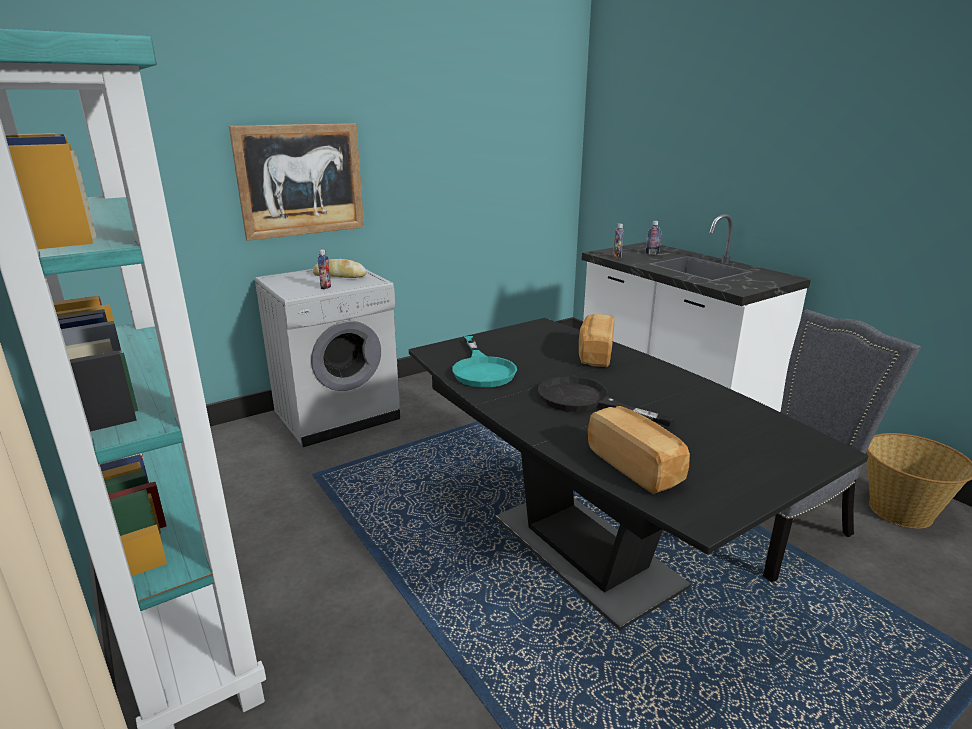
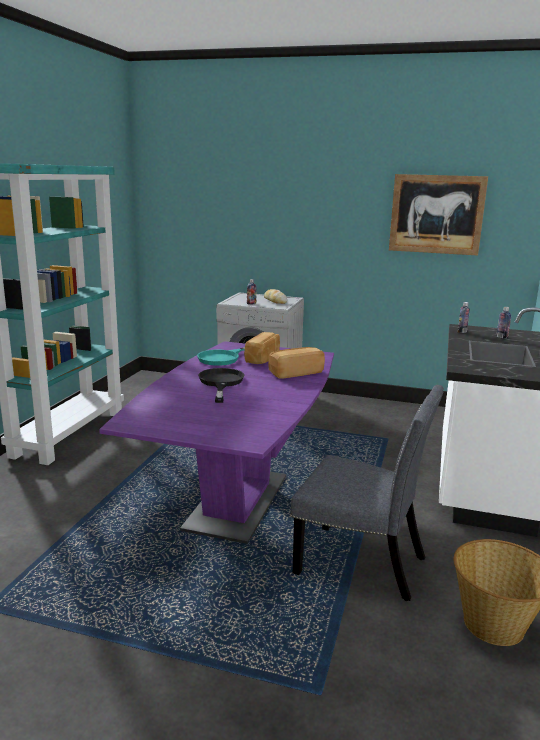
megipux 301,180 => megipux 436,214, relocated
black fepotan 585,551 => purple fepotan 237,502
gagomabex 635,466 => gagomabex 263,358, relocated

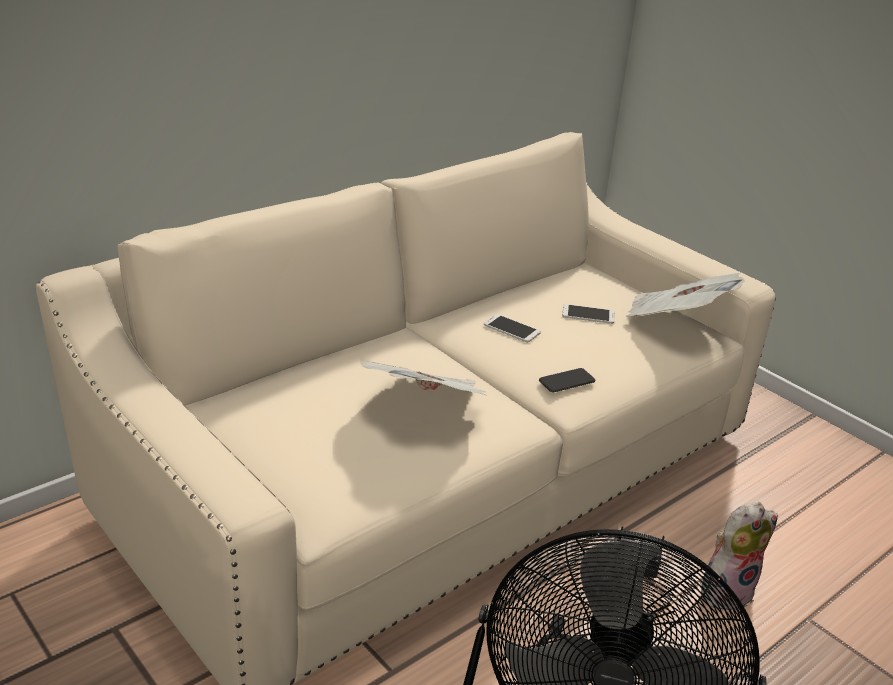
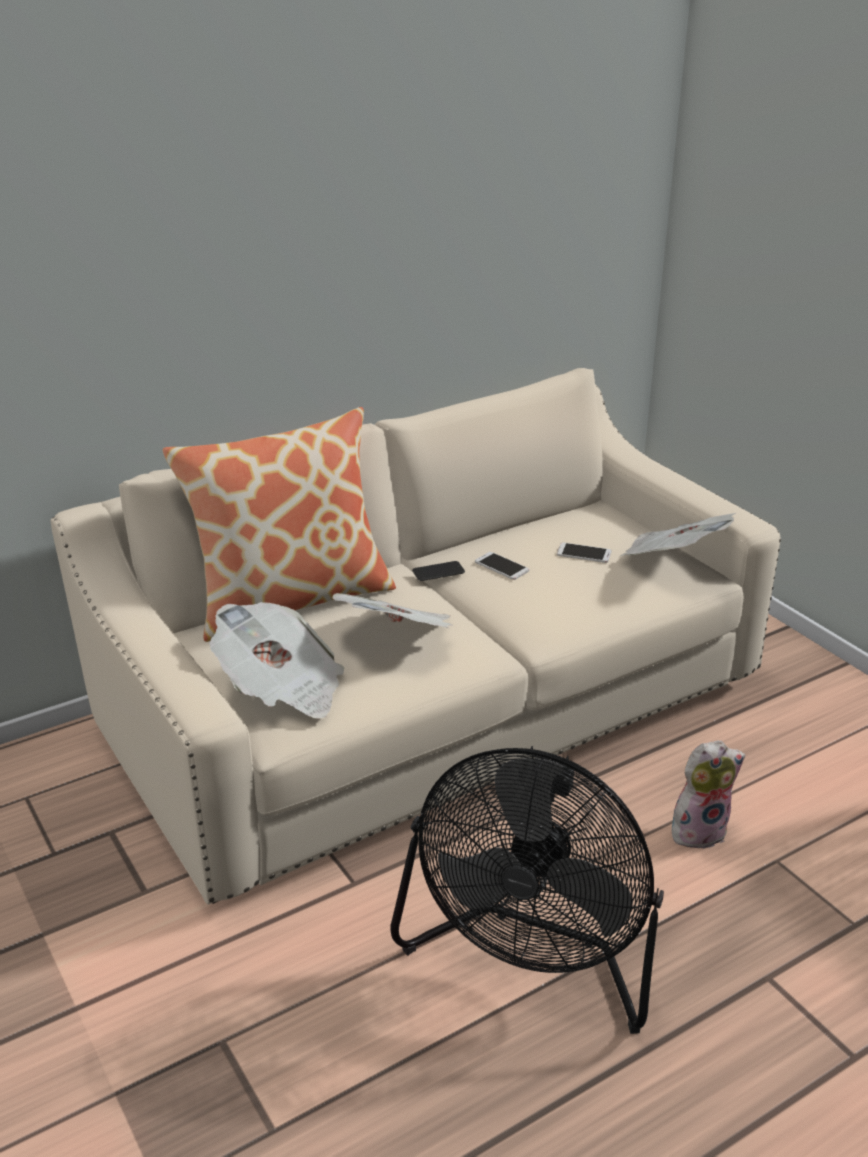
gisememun 567,381 => gisememun 438,572, relocated
nothing => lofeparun 290,599
nothing => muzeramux 282,688

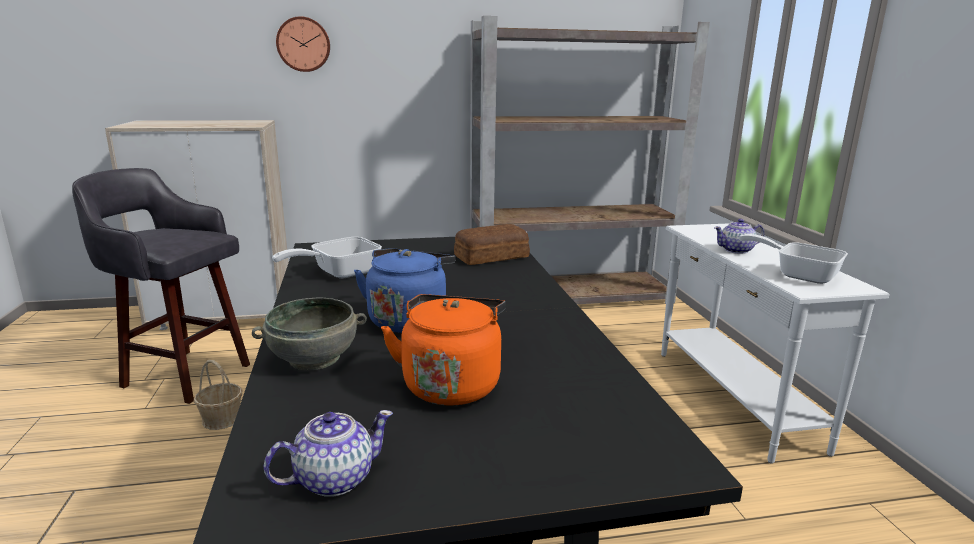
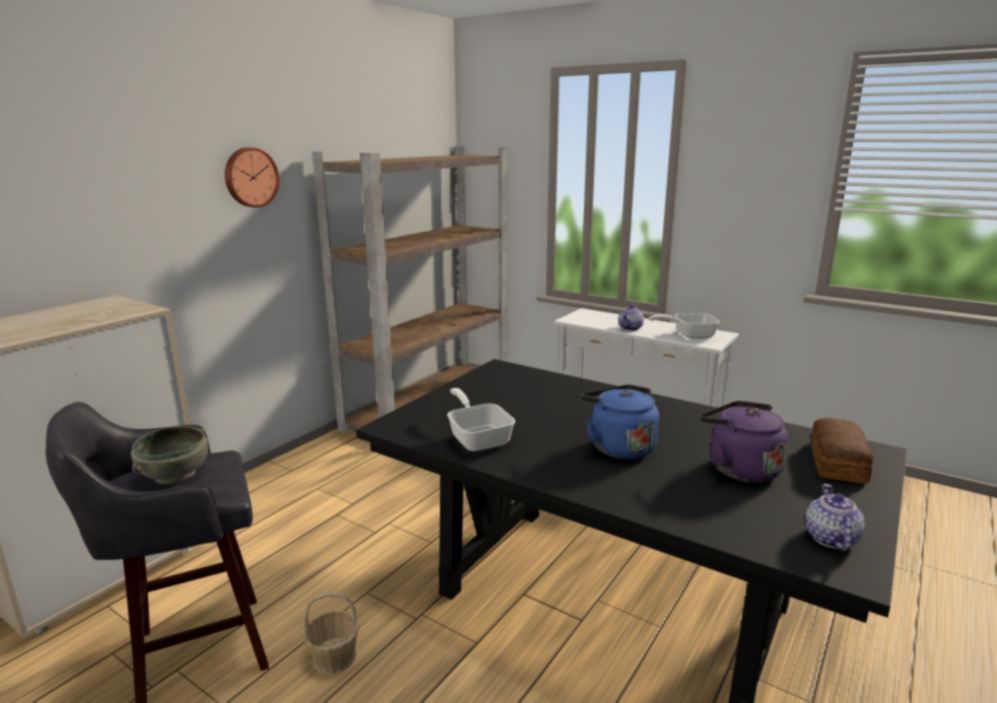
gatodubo 303,44 => gatodubo 250,177, relocated
gagomabex 490,256 => gagomabex 836,462, relocated
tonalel 339,273 => tonalel 478,437, 150 degrees clockwise
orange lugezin 451,383 => purple lugezin 739,468
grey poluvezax 314,358 => grey poluvezax 174,474, relocated

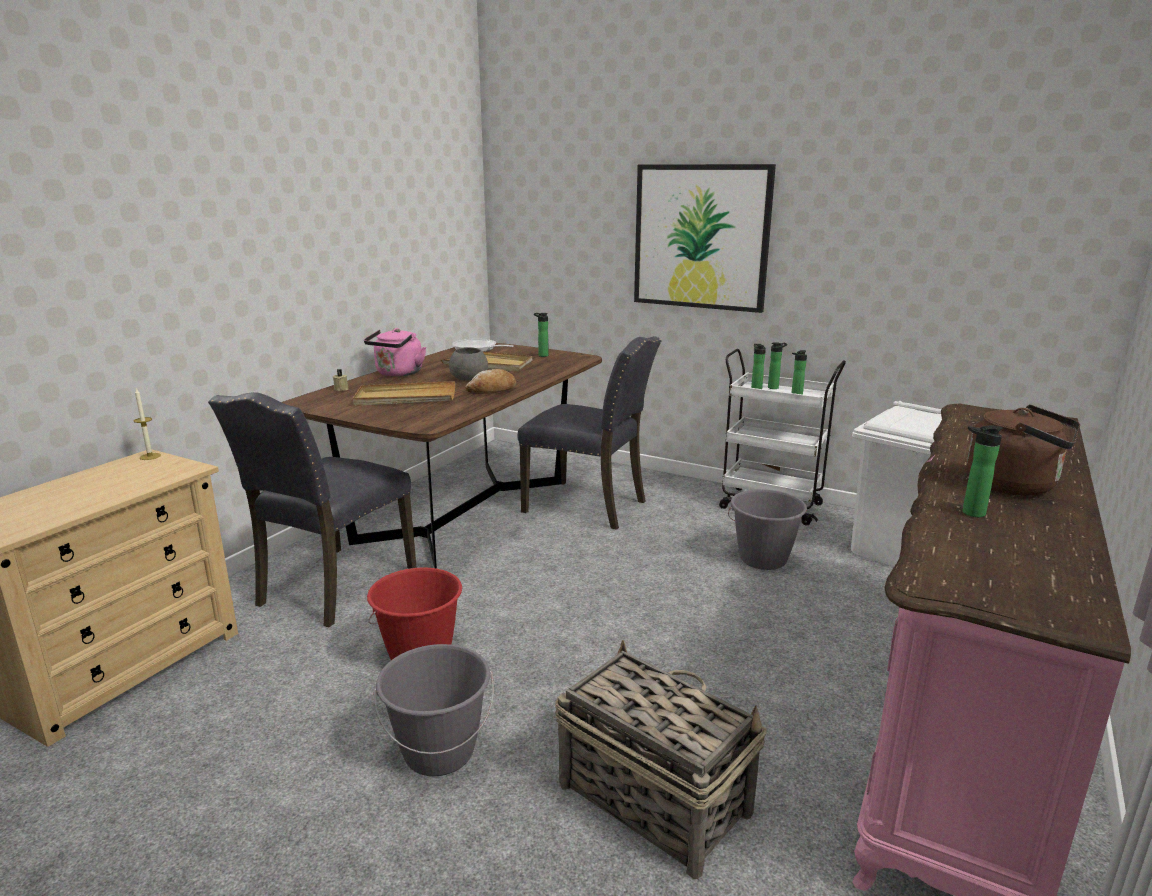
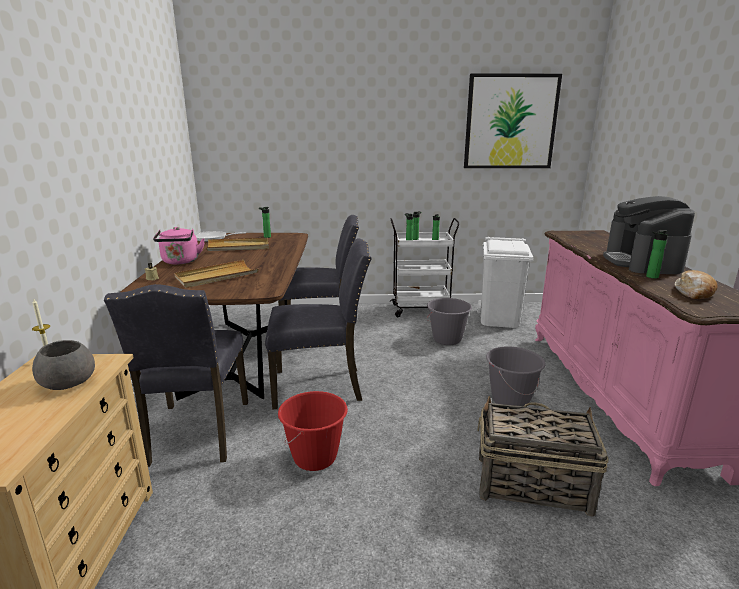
megipux 701,237 => megipux 510,122, relocated
grey poluvezax 468,378 => grey poluvezax 67,382, relocated
gagomabex 492,390 => gagomabex 694,292, relocated
brown lugezin 1016,486 => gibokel 642,262
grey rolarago 439,752 => grey rolarago 510,400, relocated
nothing => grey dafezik 320,386

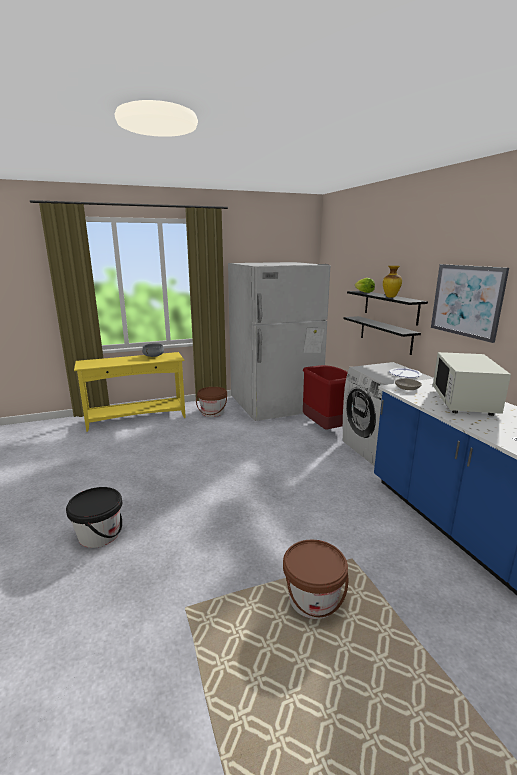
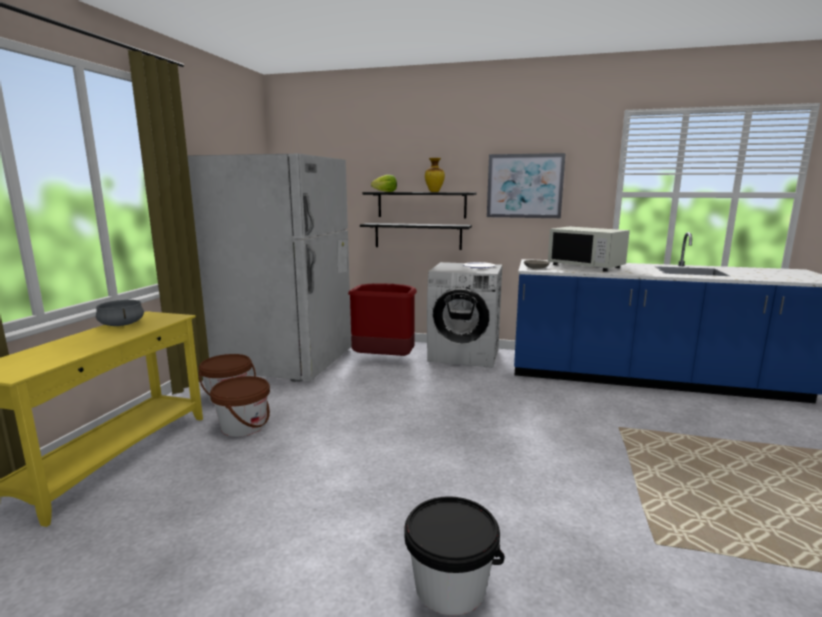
brown rolarago 313,599 => brown rolarago 244,426, relocated

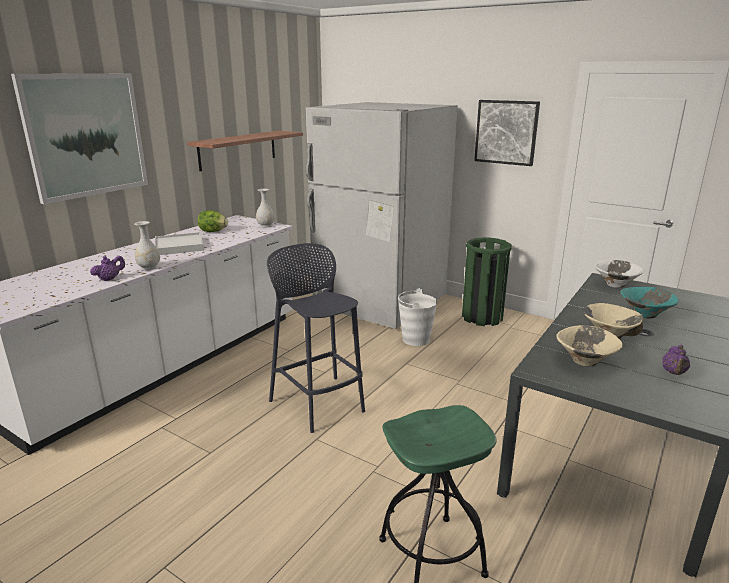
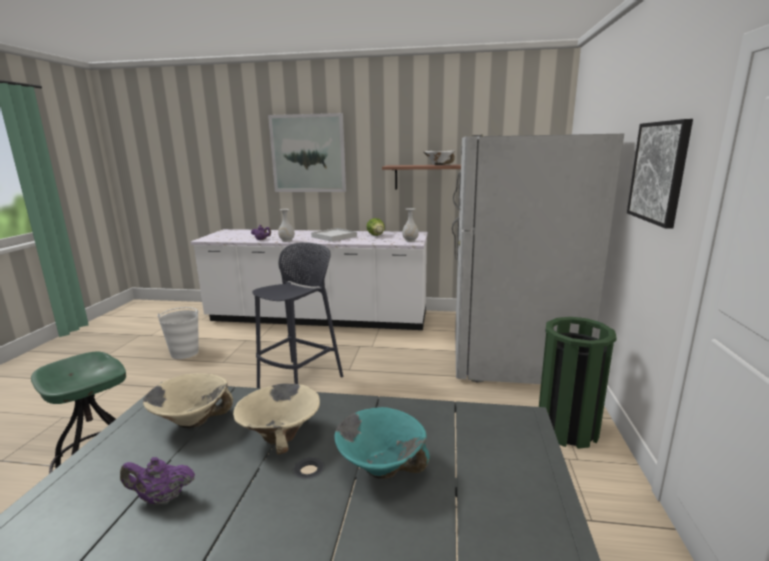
white poluvezax 615,285 => white poluvezax 438,165, relocated
white rolarago 415,339 => white rolarago 185,353, relocated

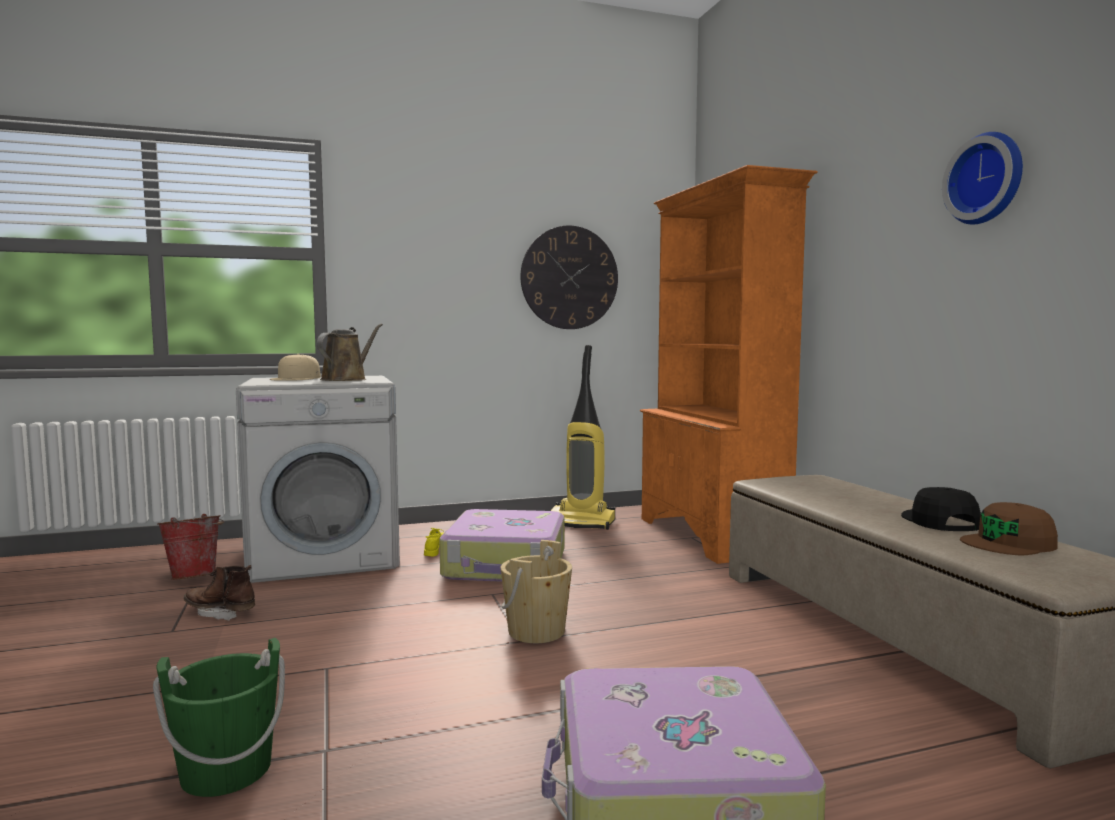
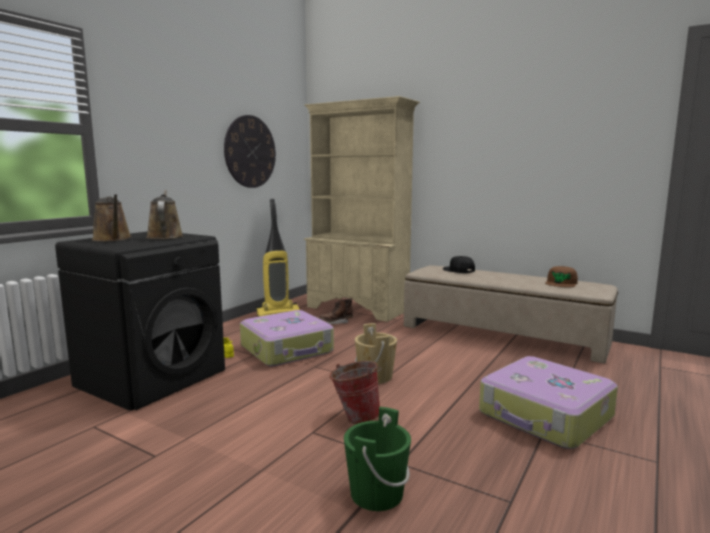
gatodubo 987,179 => nothing
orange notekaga 712,535 => beige notekaga 358,308
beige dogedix 296,378 => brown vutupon 113,239
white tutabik 326,557 => black tutabik 155,377
black dogedix 939,521 => black dogedix 458,270, relocated
rolarago 195,576 => rolarago 355,417, relocated
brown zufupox 220,613 => brown zufupox 336,322, relocated

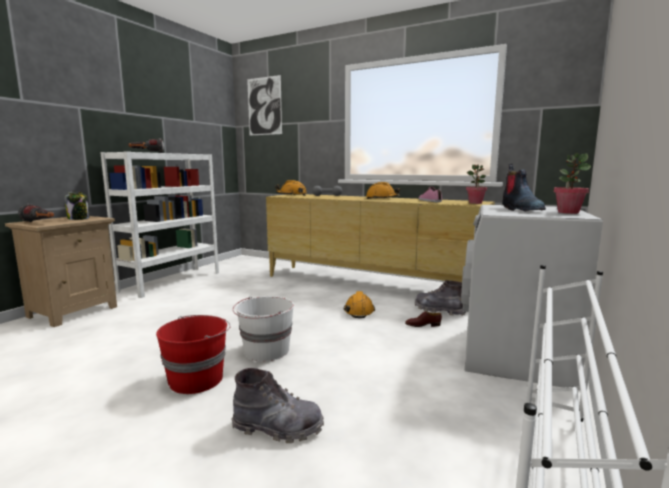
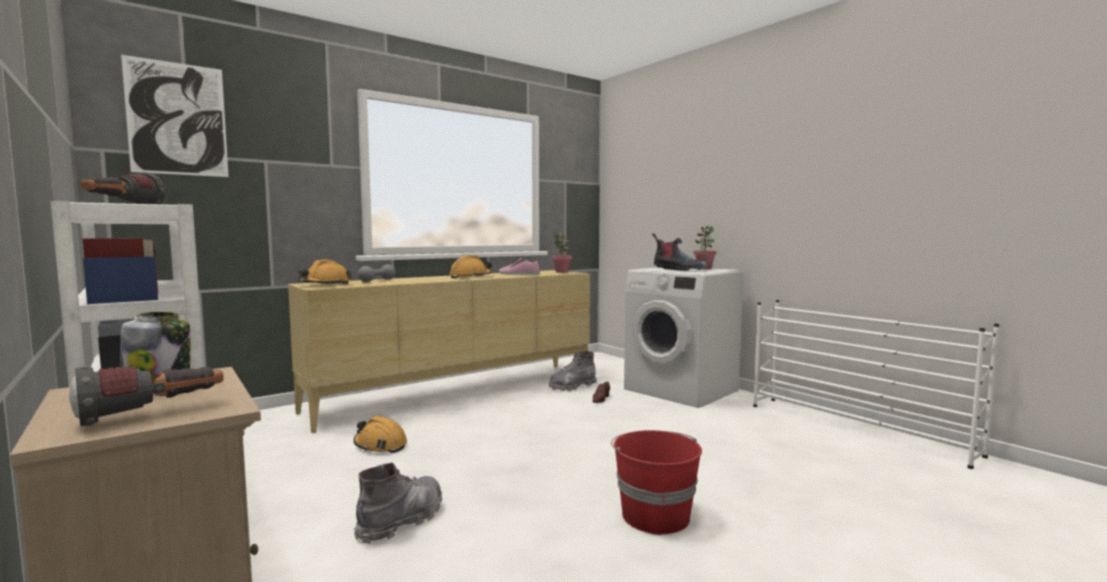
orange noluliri 359,311 => orange noluliri 380,445, relocated
white rolarago 265,351 => nothing
grey zufupox 278,428 => grey zufupox 402,520, relocated

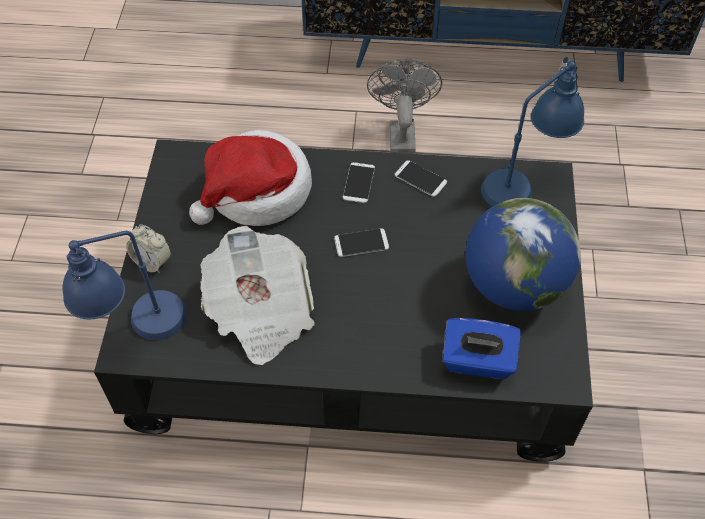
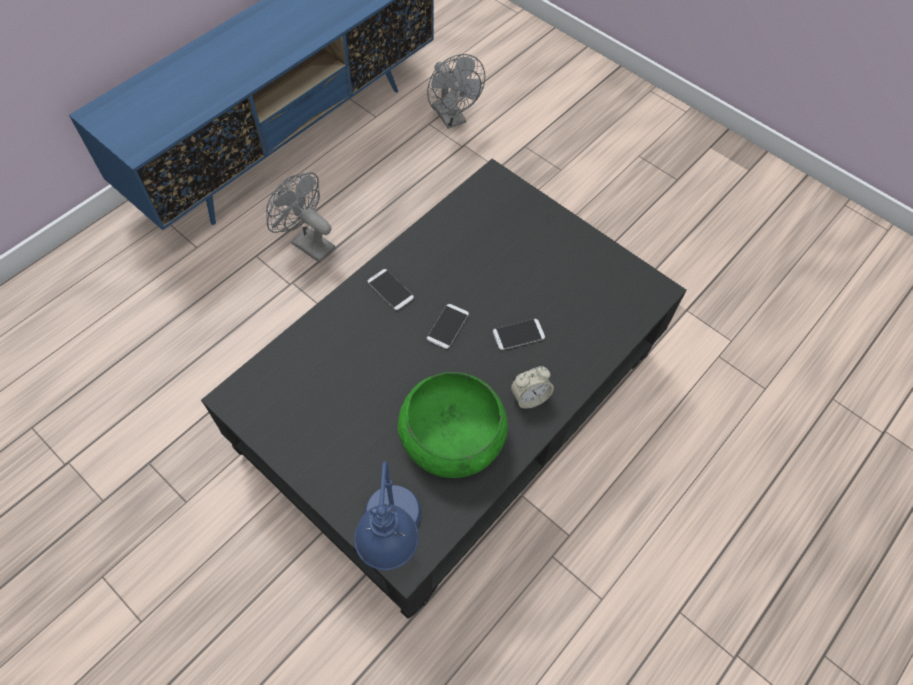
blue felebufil 524,181 => nothing
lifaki 256,192 => nothing
gisememun 420,179 => gisememun 518,334, relocated
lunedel 514,285 => nothing
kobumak 152,262 => kobumak 529,397, relocated
muzeramux 260,312 => green poluvezax 452,435
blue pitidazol 477,361 => nothing
nothing => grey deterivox 452,118

